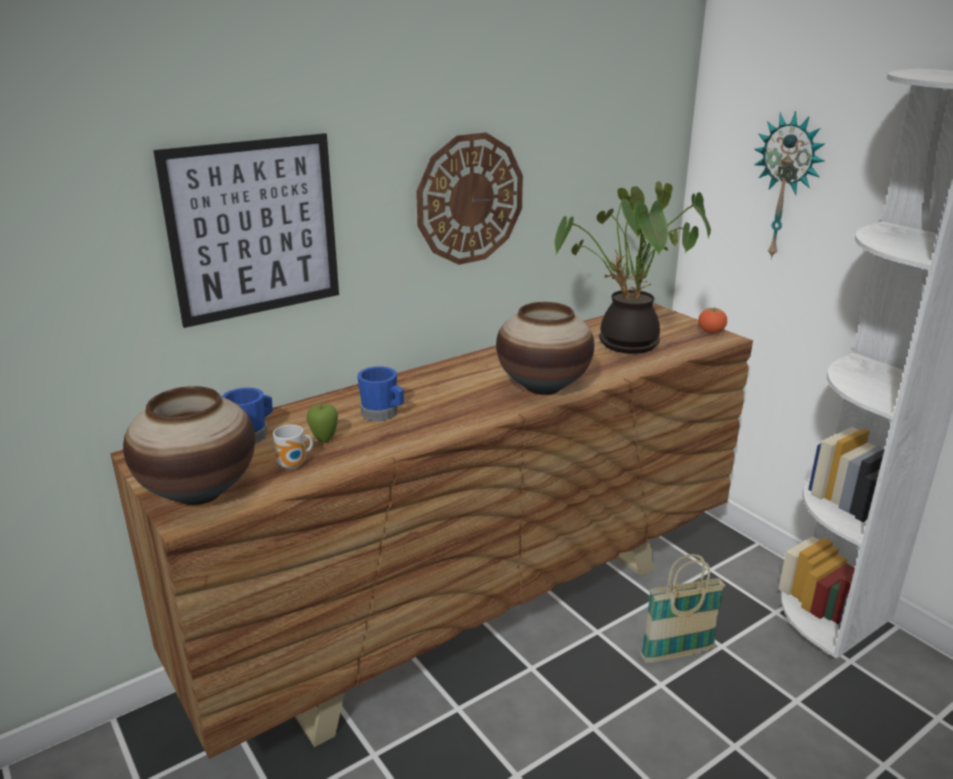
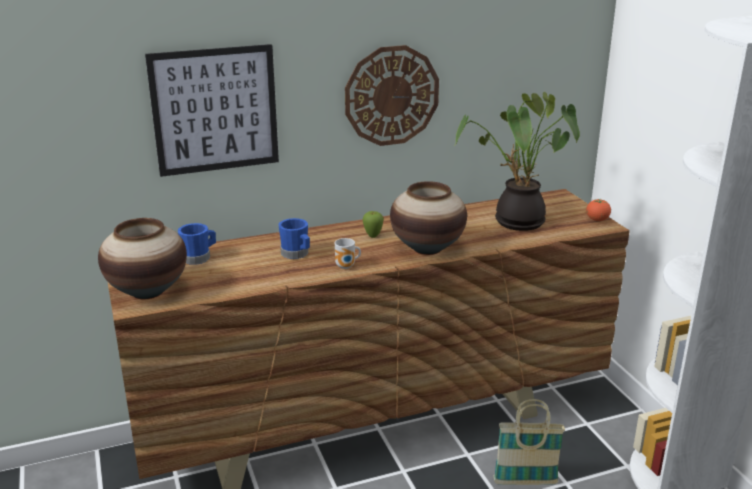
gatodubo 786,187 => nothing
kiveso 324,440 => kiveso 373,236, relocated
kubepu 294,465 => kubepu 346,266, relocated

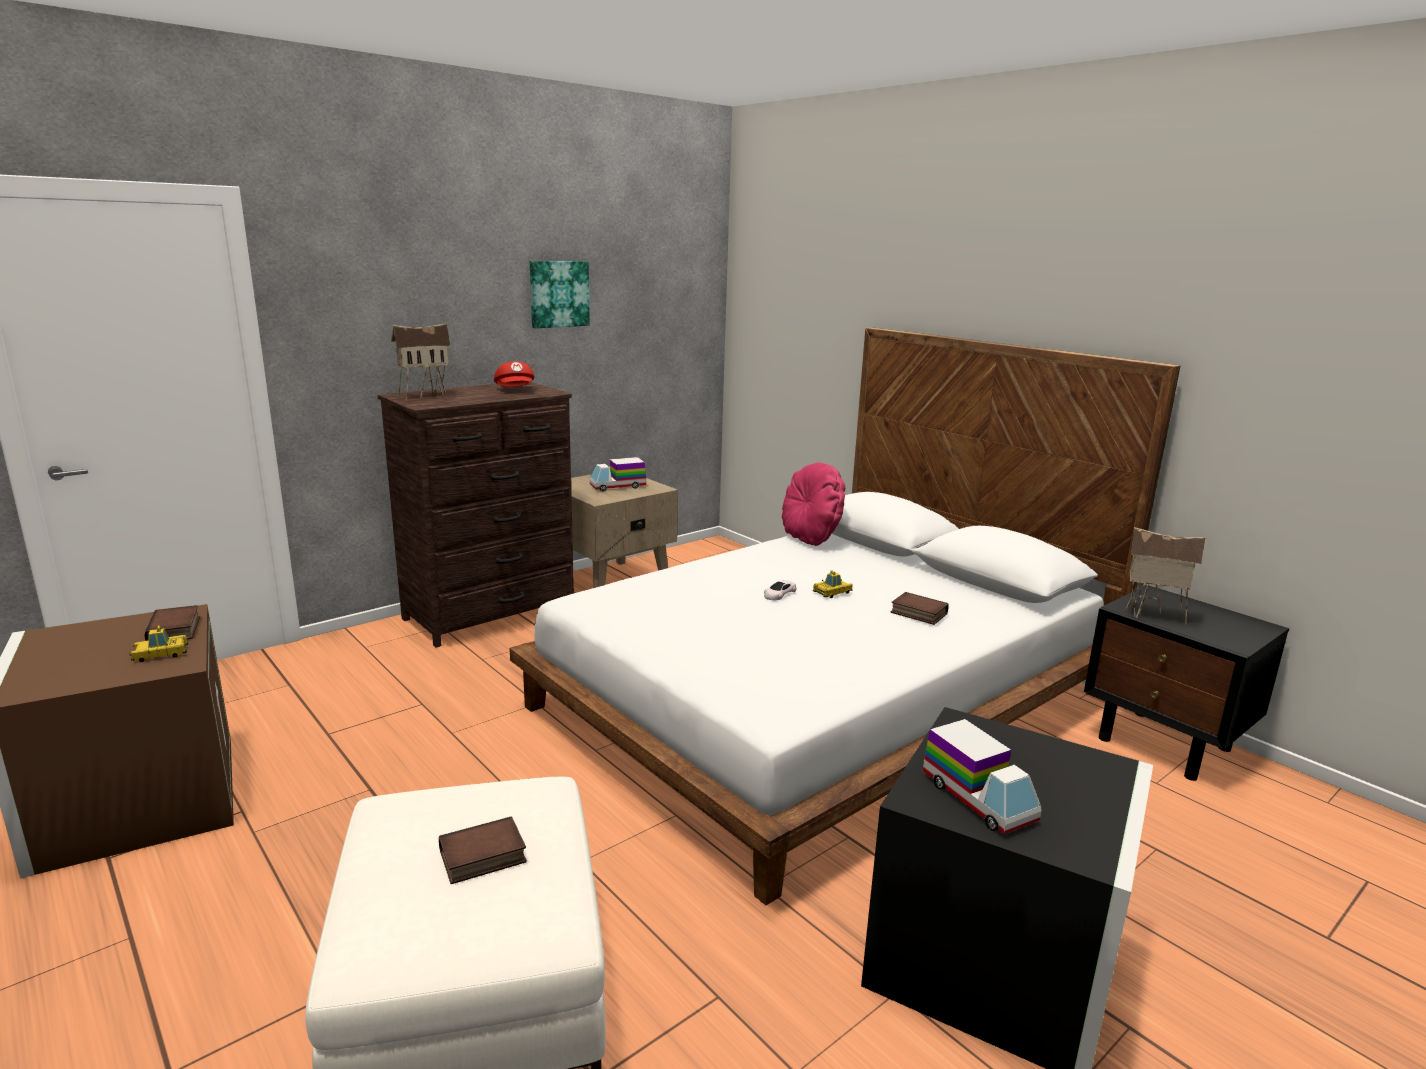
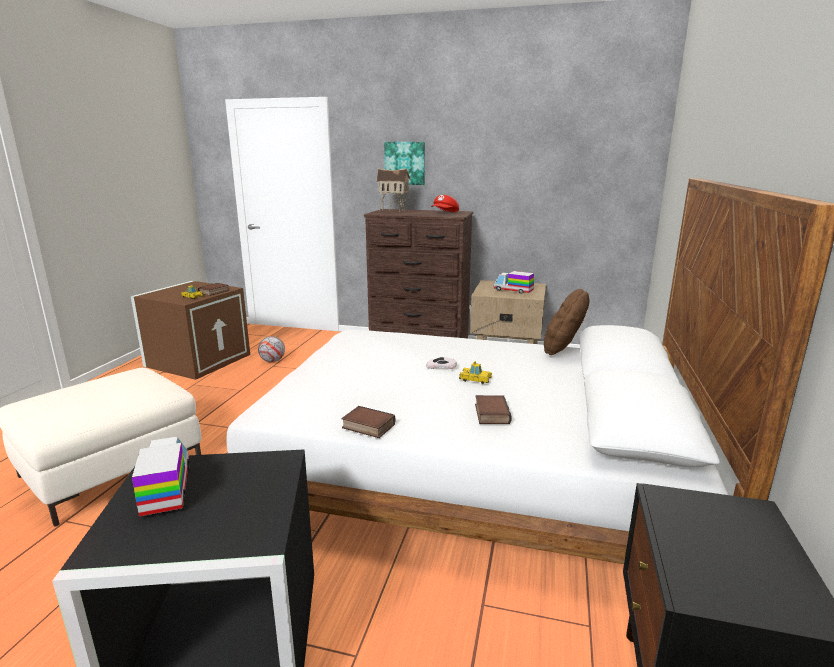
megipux 558,294 => megipux 405,163, relocated
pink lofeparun 810,539 => brown lofeparun 563,352
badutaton 1153,616 => nothing
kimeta 978,799 => kimeta 166,489, 135 degrees clockwise
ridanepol 482,858 => ridanepol 367,426, relocated
nothing => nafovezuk 272,361

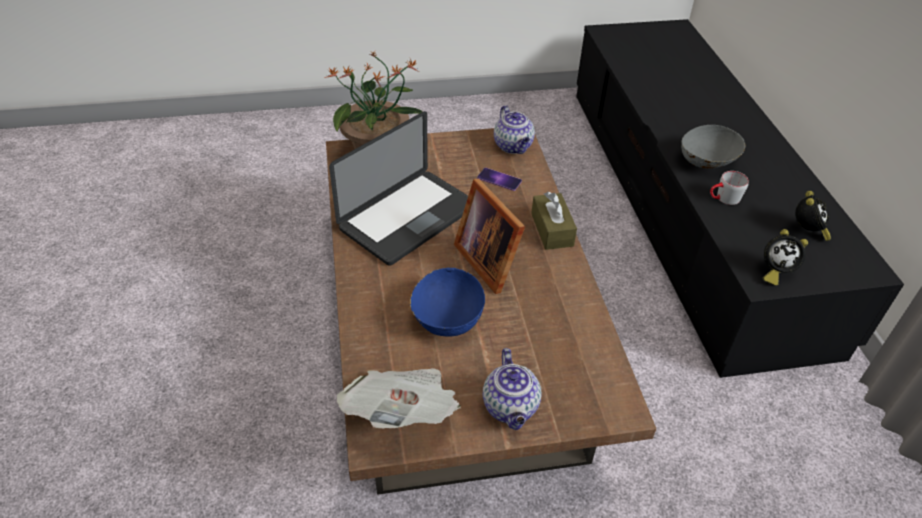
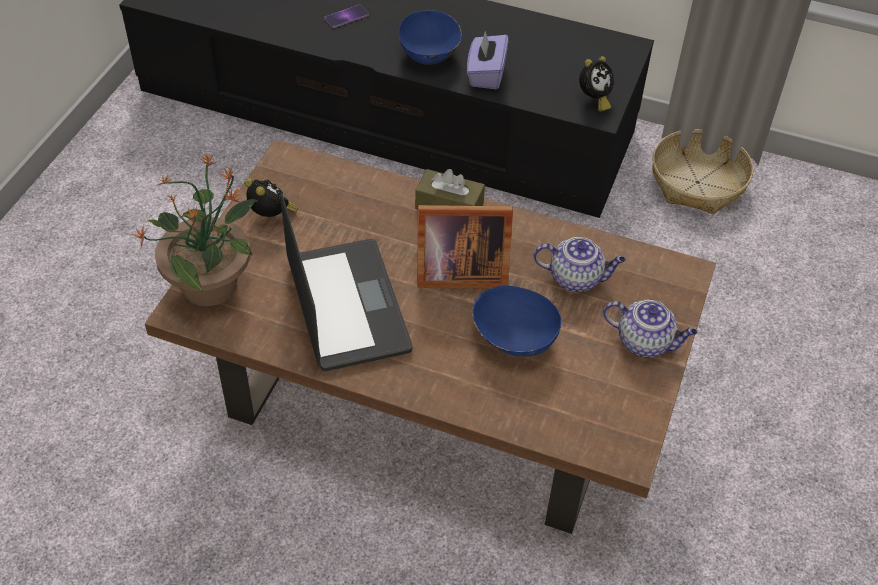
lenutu 513,146 => lenutu 576,278, relocated
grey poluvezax 707,162 => blue poluvezax 429,54
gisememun 499,179 => gisememun 346,16, relocated
grey kubepu 723,199 => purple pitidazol 486,74
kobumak 807,232 => kobumak 272,216, relocated
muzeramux 403,413 => nothing
nothing => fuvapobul 697,182

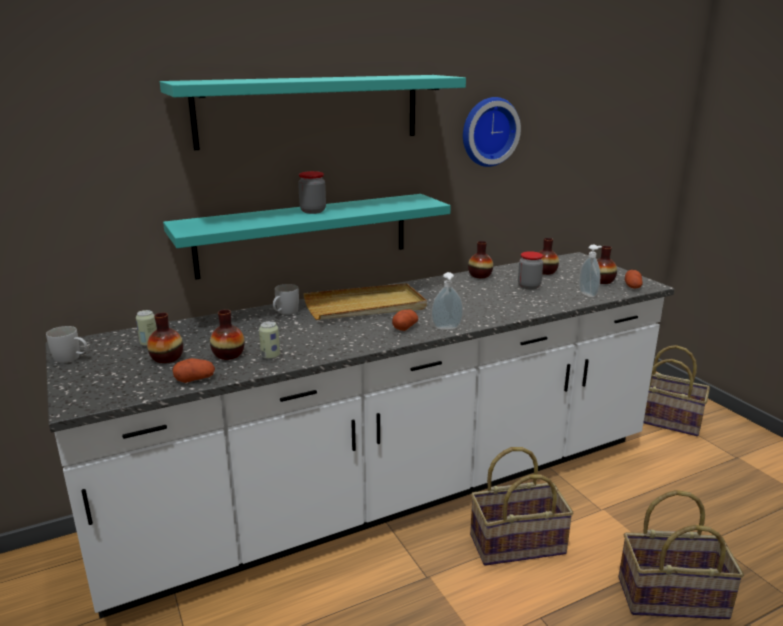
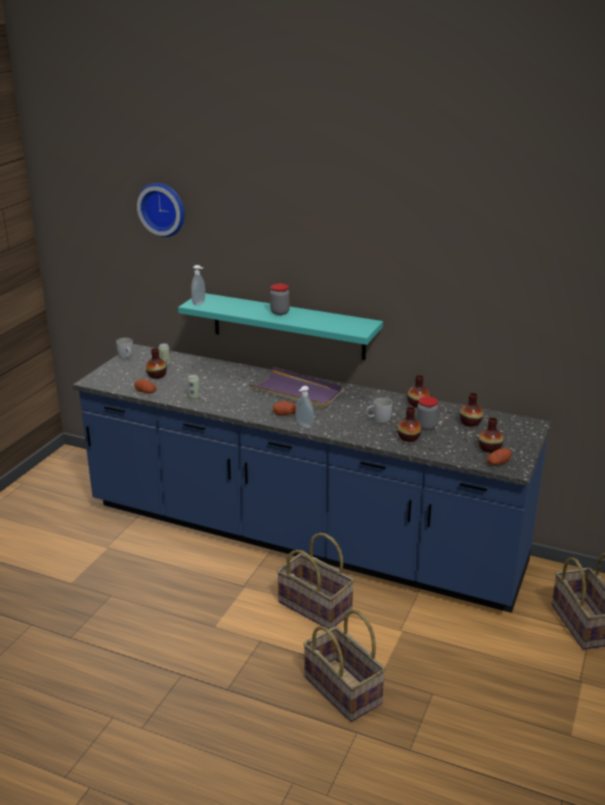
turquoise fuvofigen 310,110 => nothing
gatodubo 488,131 => gatodubo 163,208, relocated
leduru 588,294 => leduru 199,303, relocated
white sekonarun 391,491 => blue sekonarun 302,537
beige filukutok 365,306 => purple filukutok 297,391
white kubepu 285,312 => white kubepu 378,419, relocated
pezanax 228,354 => pezanax 408,437, relocated

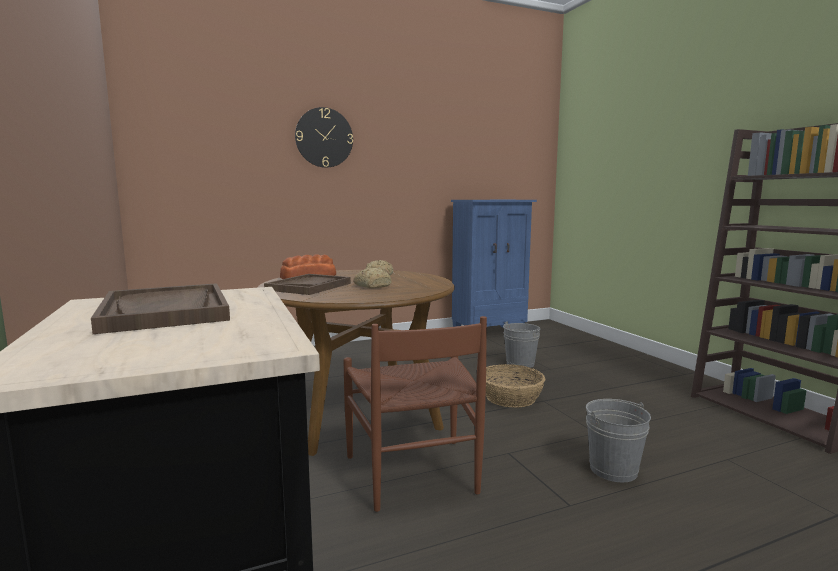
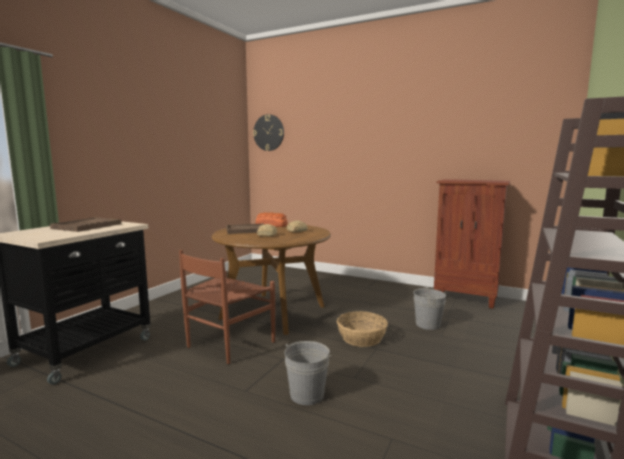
gatodubo 324,137 => gatodubo 268,132, relocated
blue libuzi 489,333 => brown libuzi 465,299

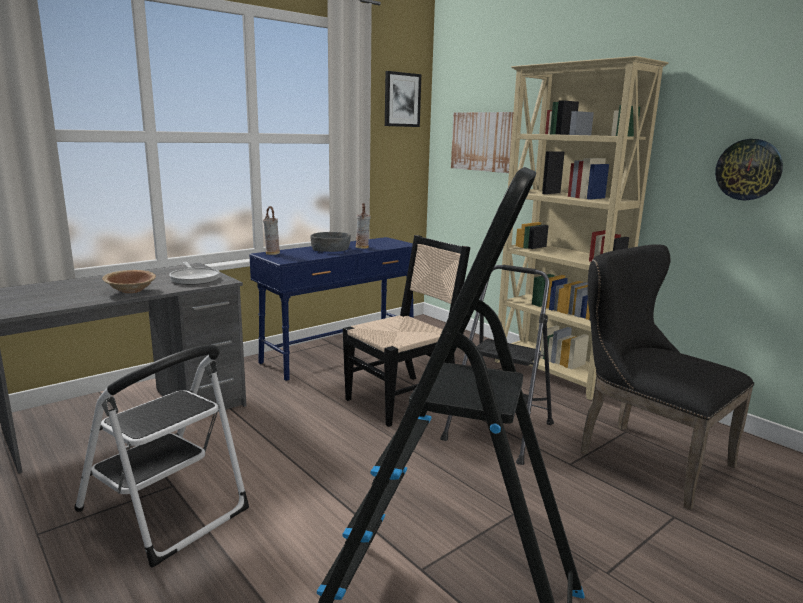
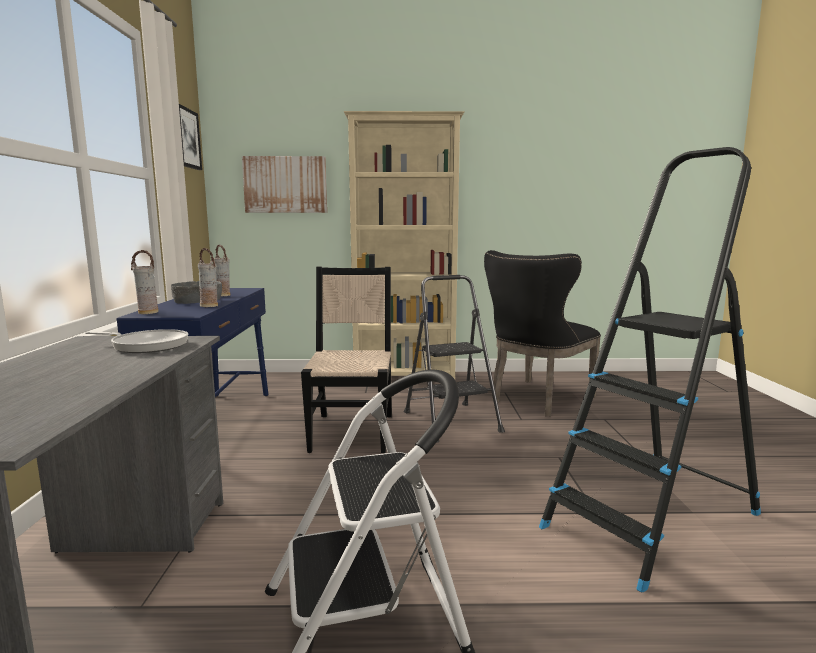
gatodubo 748,169 => nothing
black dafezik 644,456 => black dafezik 537,400, 45 degrees counterclockwise
brown poluvezax 131,291 => nothing
nothing => pezanax 209,306

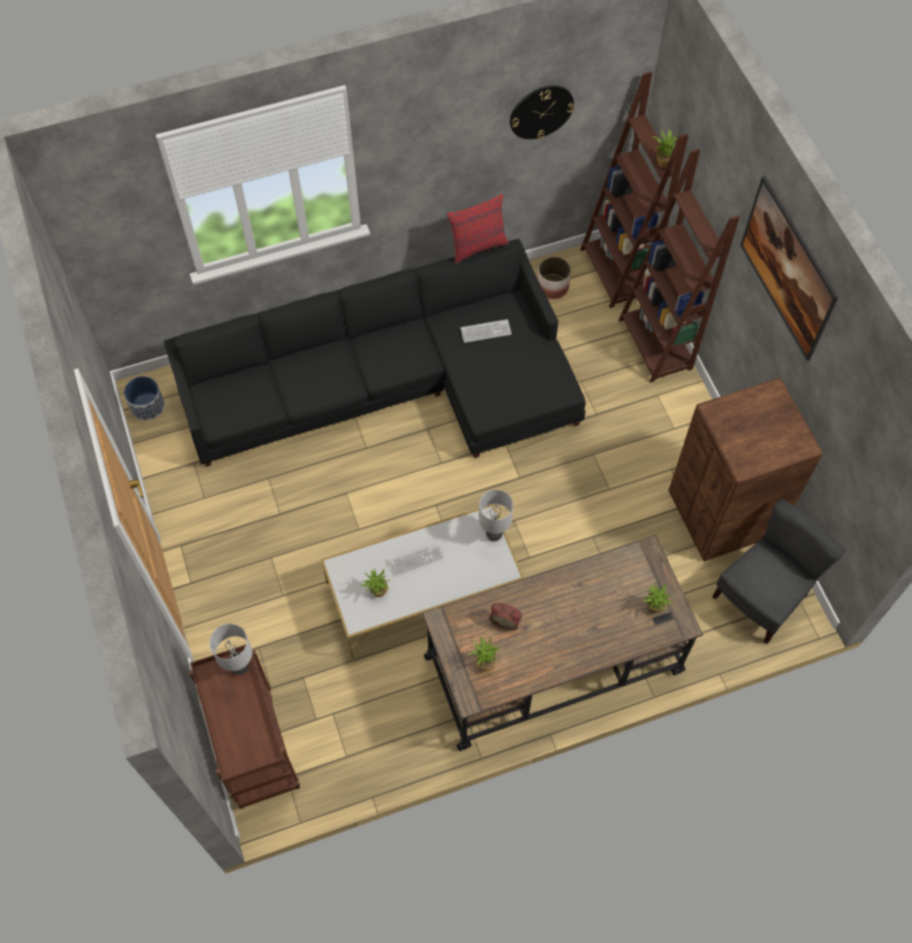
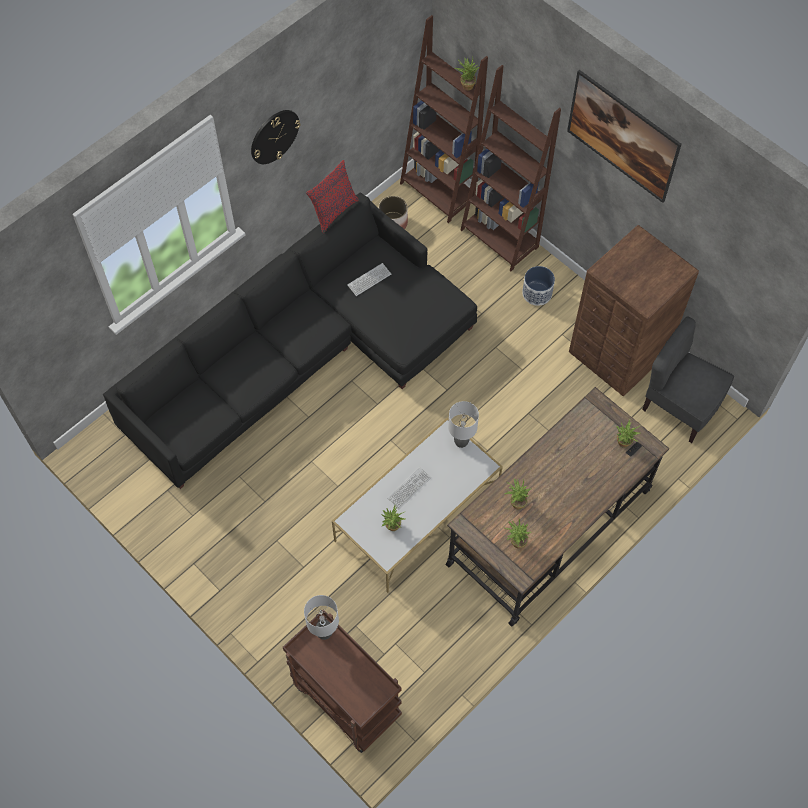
gatodubo 541,111 => gatodubo 274,136, relocated
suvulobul 148,406 => suvulobul 537,293, relocated
grey dafezik 761,597 => grey dafezik 680,406, 75 degrees counterclockwise
kobumak 505,620 => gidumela 516,502

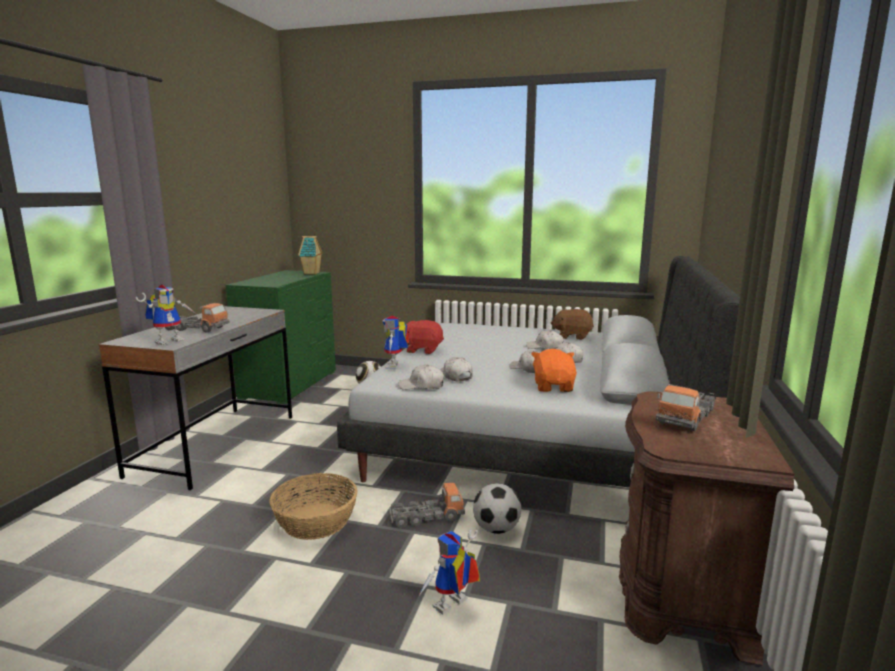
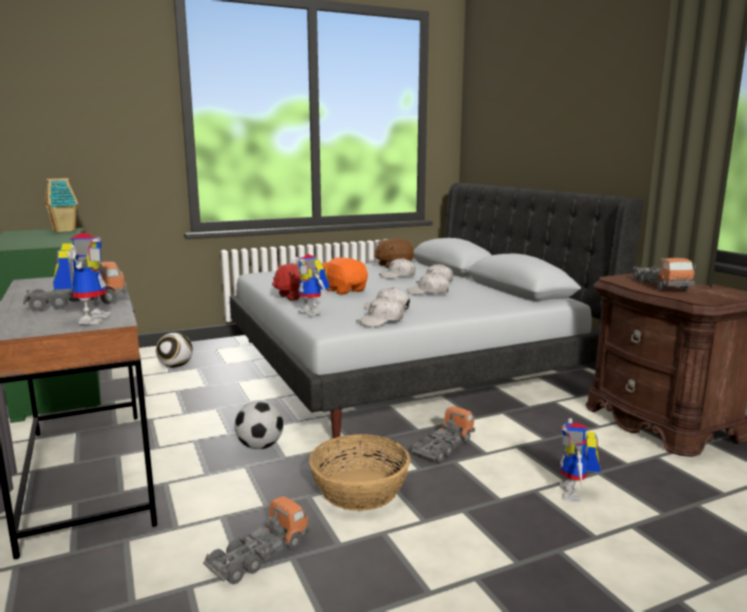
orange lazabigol 554,387 => orange lazabigol 345,290, relocated
nafovezuk 496,529 => nafovezuk 260,446, relocated
nothing => kimeta 259,555

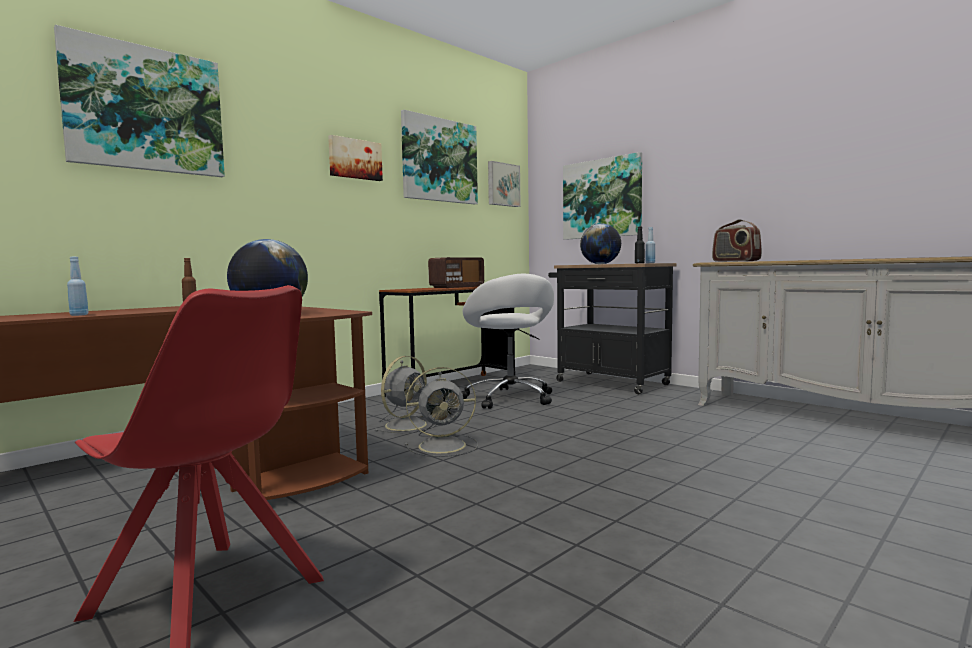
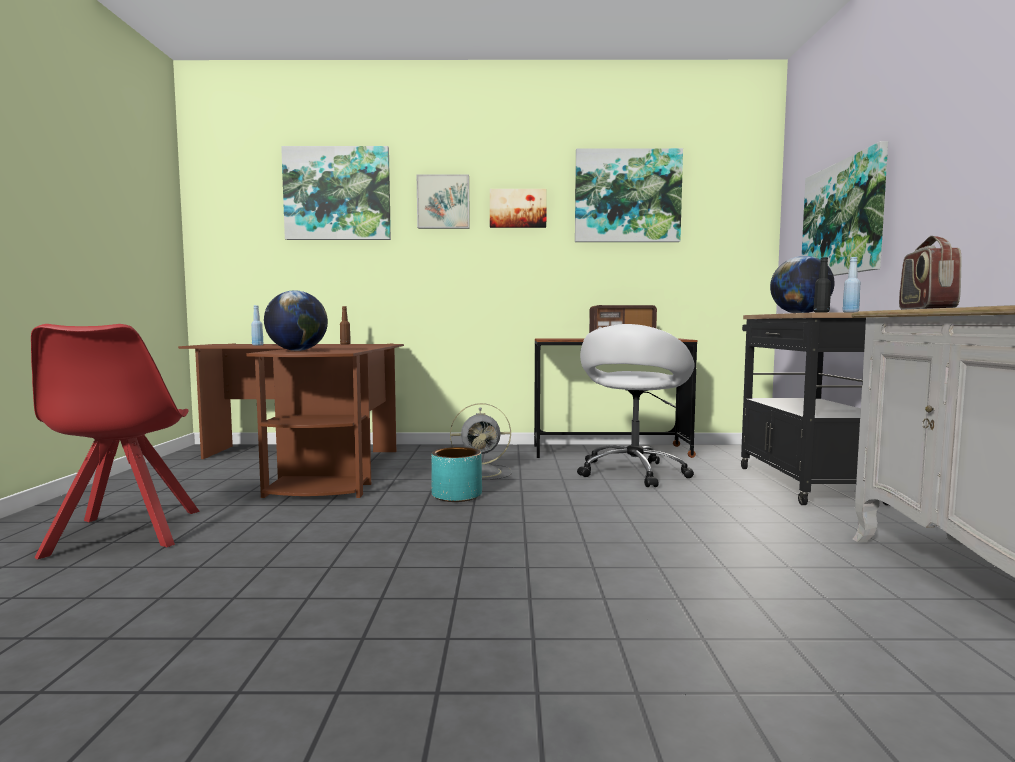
megipux 502,184 => megipux 443,202, relocated
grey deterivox 444,445 => turquoise suvulobul 457,495

